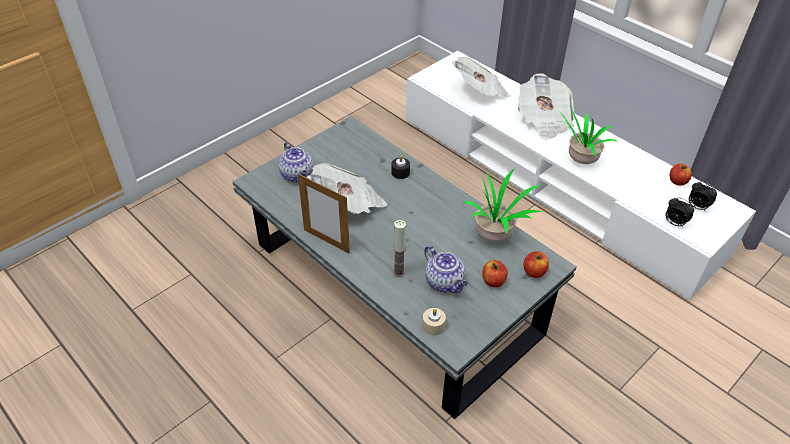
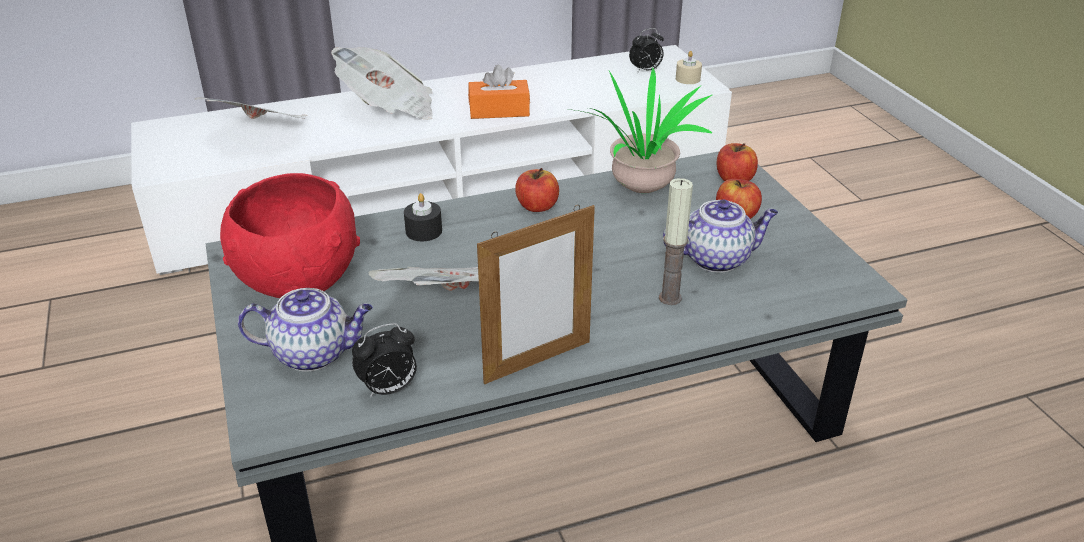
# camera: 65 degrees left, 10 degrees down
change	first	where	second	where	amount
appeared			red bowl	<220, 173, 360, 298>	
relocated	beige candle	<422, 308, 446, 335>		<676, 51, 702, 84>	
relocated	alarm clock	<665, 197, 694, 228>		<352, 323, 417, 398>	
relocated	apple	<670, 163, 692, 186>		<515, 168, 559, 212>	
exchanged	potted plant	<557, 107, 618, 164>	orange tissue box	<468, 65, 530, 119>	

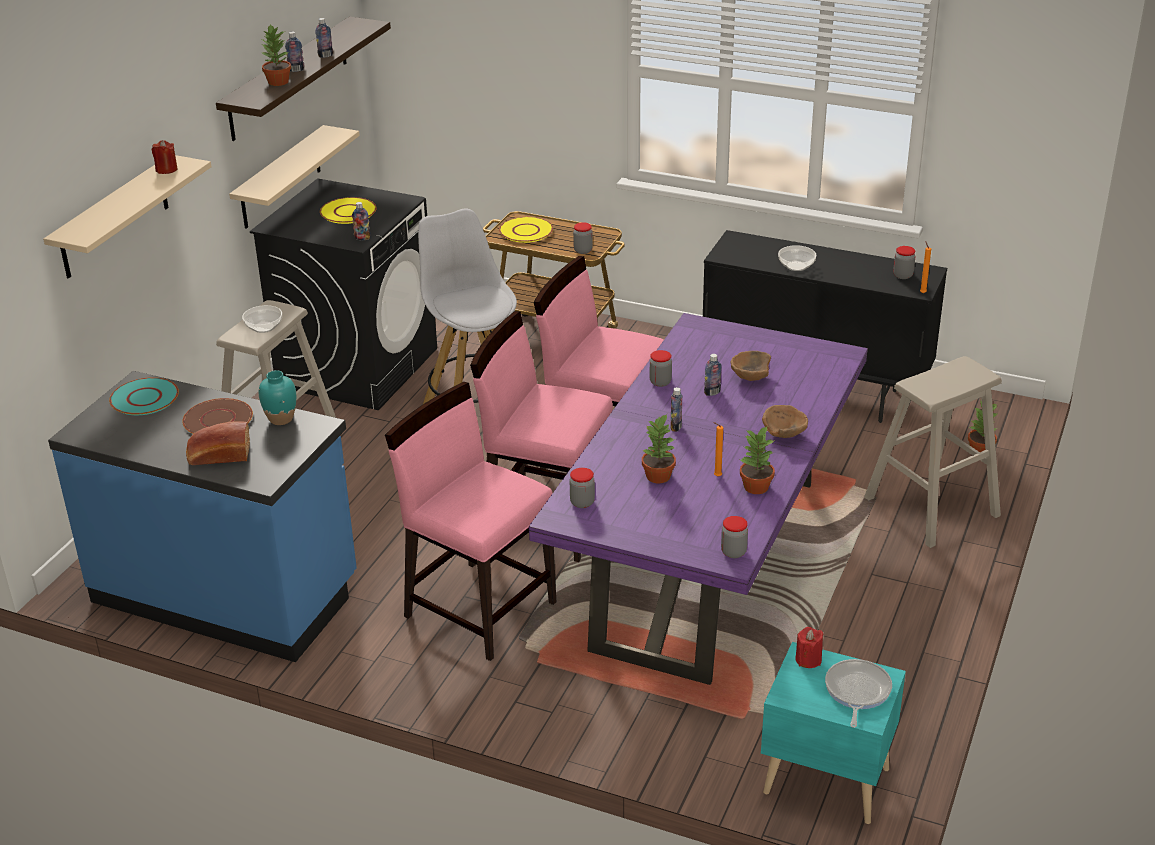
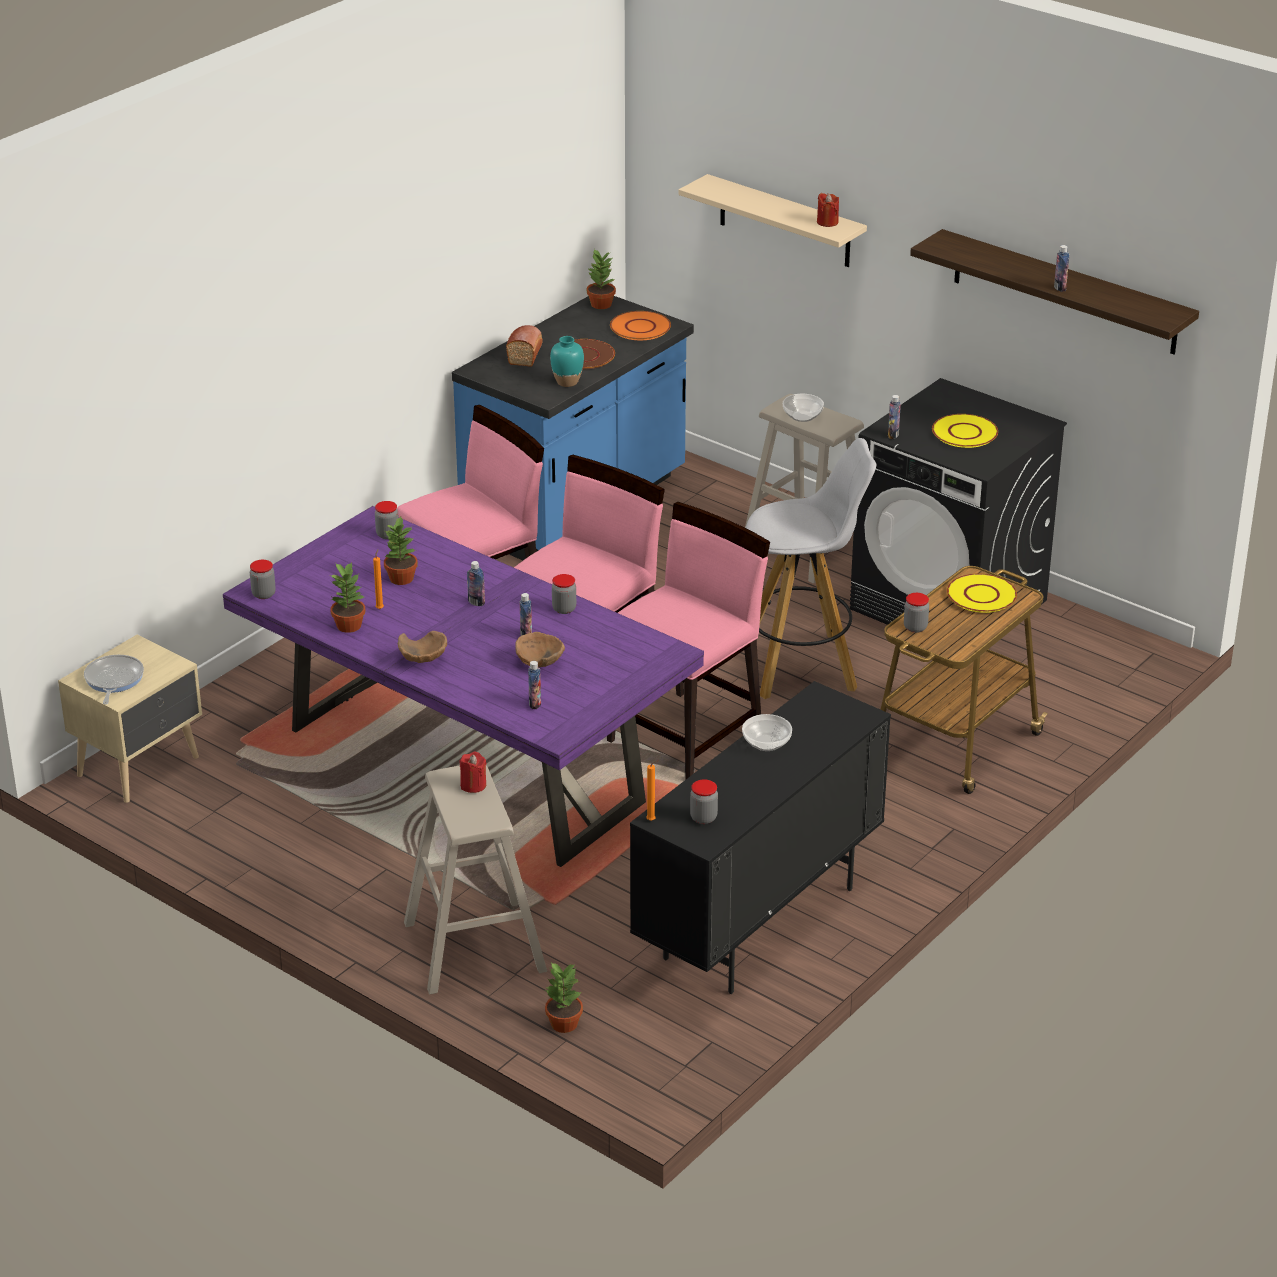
# camera: 105 degrees right, 0 degrees up
change	first	where	second	where	amount
missing	beige shelf	<229, 125, 360, 229>			
relocated	potted plant	<260, 24, 291, 86>		<587, 249, 616, 309>	
relocated	bottle	<285, 32, 304, 72>		<528, 661, 541, 709>	
relocated	red candle	<795, 627, 823, 668>		<459, 752, 487, 793>	
colour	turquoise plate	<109, 377, 179, 415>	orange plate	<610, 311, 671, 340>	
colour	turquoise nightstand	<761, 642, 906, 824>	beige nightstand	<58, 634, 202, 803>	
spun	frying pan	<825, 659, 892, 728>		<84, 655, 144, 705>	120 degrees counterclockwise

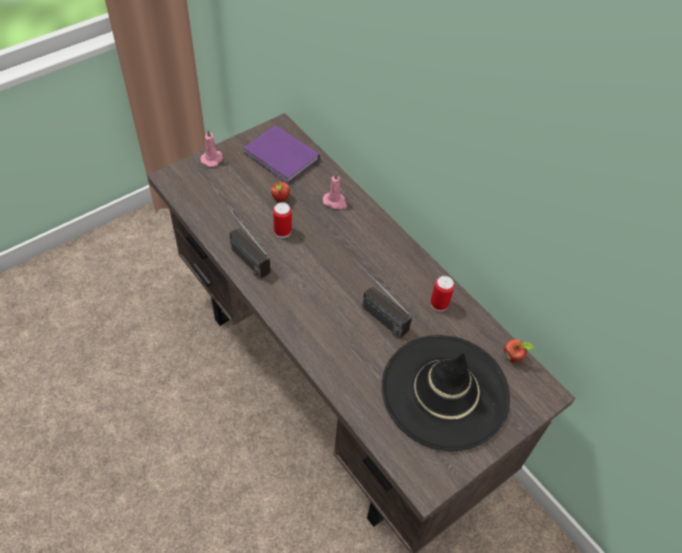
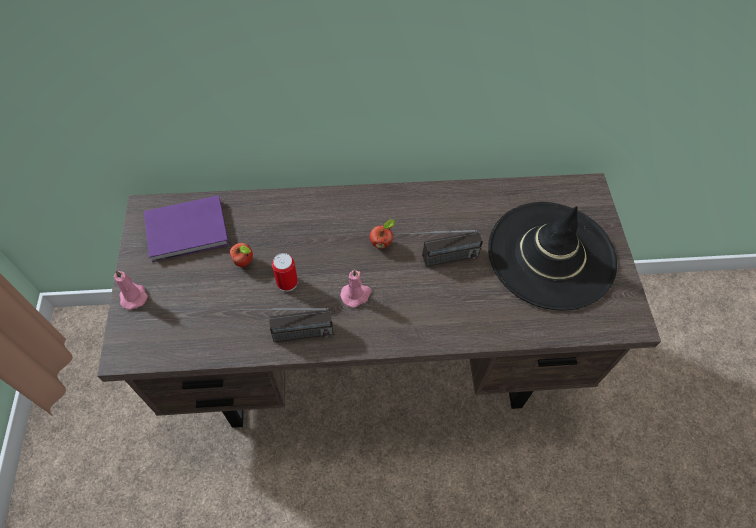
# camera: 55 degrees left, 5 degrees up
change	first	where	second	where	amount
missing	can	<430, 276, 455, 311>			
relocated	pink candle	<323, 172, 347, 209>		<340, 269, 372, 307>	
relocated	apple	<504, 339, 534, 363>		<370, 219, 395, 249>	

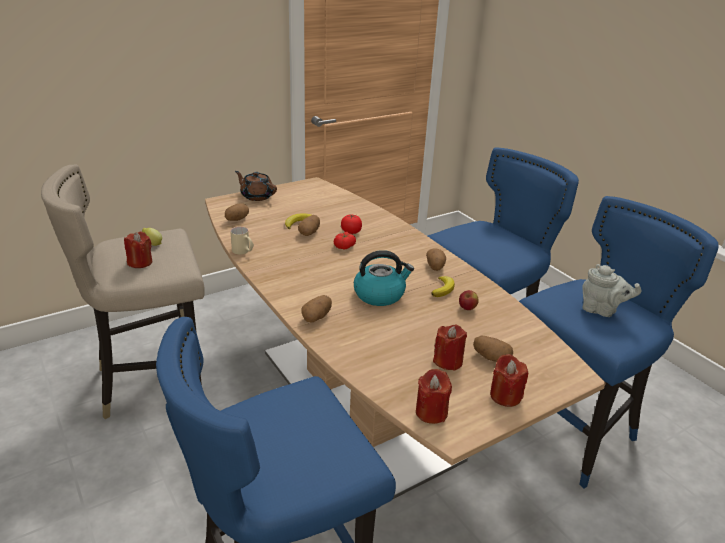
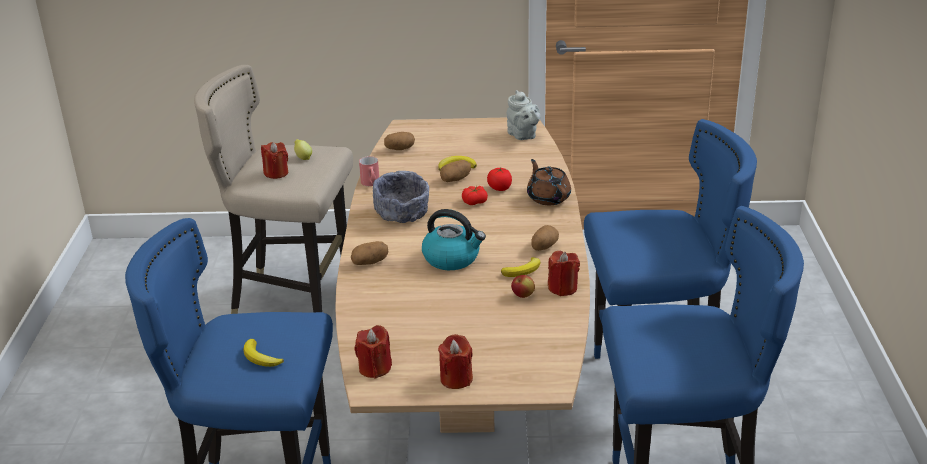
# camera: 35 degrees right, 0 degrees up
change	first	where	second	where	amount
missing	potato	<473, 335, 513, 362>			
appeared			banana	<243, 339, 284, 367>	
appeared			grey bowl	<373, 171, 429, 223>	
relocated	brown teapot	<235, 171, 277, 201>		<527, 159, 571, 205>	
relocated	red candle	<433, 325, 467, 371>		<548, 251, 580, 296>	
relocated	grey teapot	<582, 264, 642, 317>		<507, 90, 541, 140>	
colour	beige mug	<230, 227, 254, 254>	red mug	<359, 156, 379, 186>	

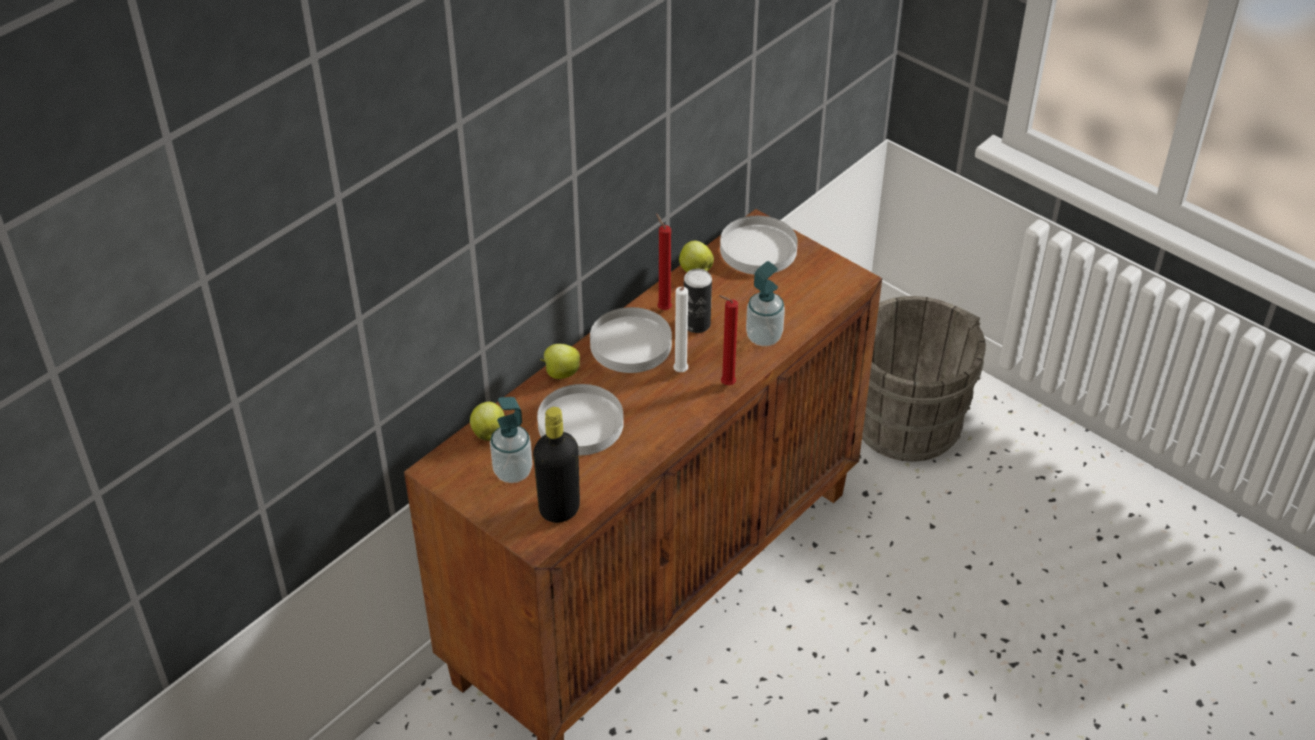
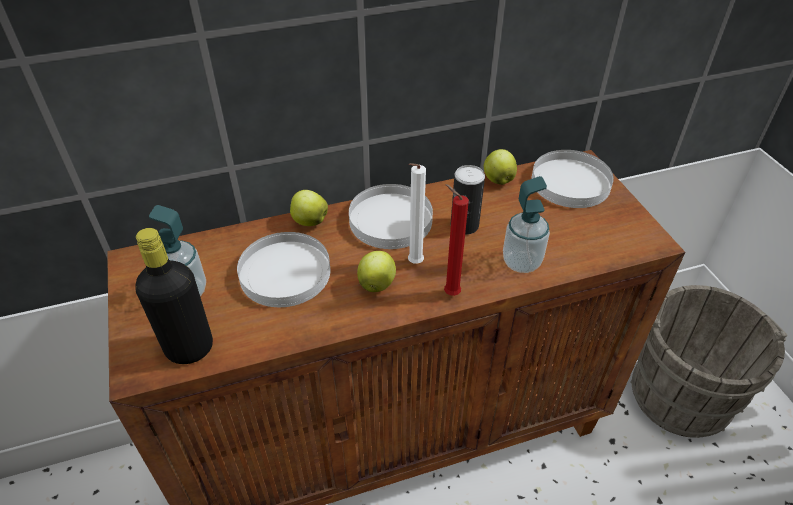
# camera: 30 degrees right, 0 degrees up
change	first	where	second	where	amount
missing	red candle	<656, 213, 672, 310>			
relocated	apple	<470, 402, 505, 441>		<357, 251, 396, 292>	

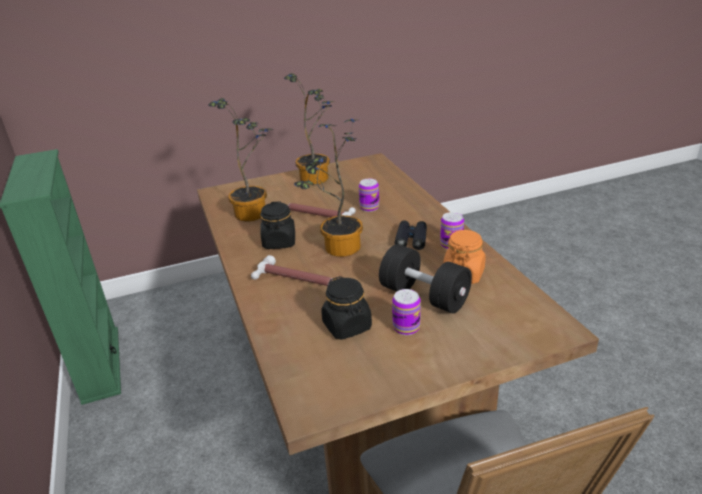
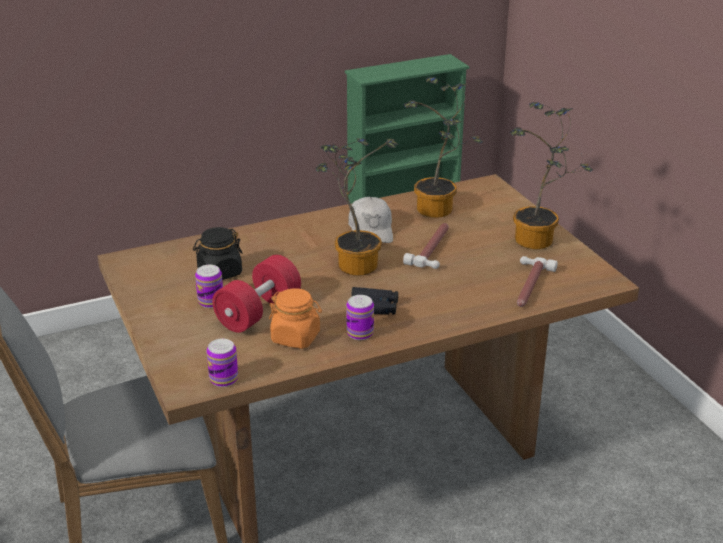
# camera: 85 degrees right, 0 degrees up
change	first	where	second	where	amount
relocated	hammer	<251, 255, 332, 286>		<517, 256, 558, 307>	
relocated	can	<359, 179, 379, 212>		<207, 339, 238, 387>	
exchanged	black jar	<260, 201, 295, 249>	white cap	<348, 197, 393, 243>	
colour	black dumbbell	<379, 244, 472, 313>	red dumbbell	<212, 255, 301, 333>	

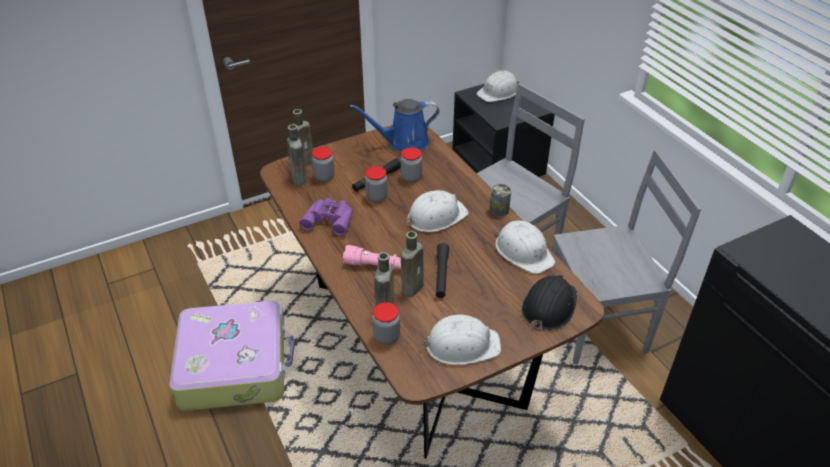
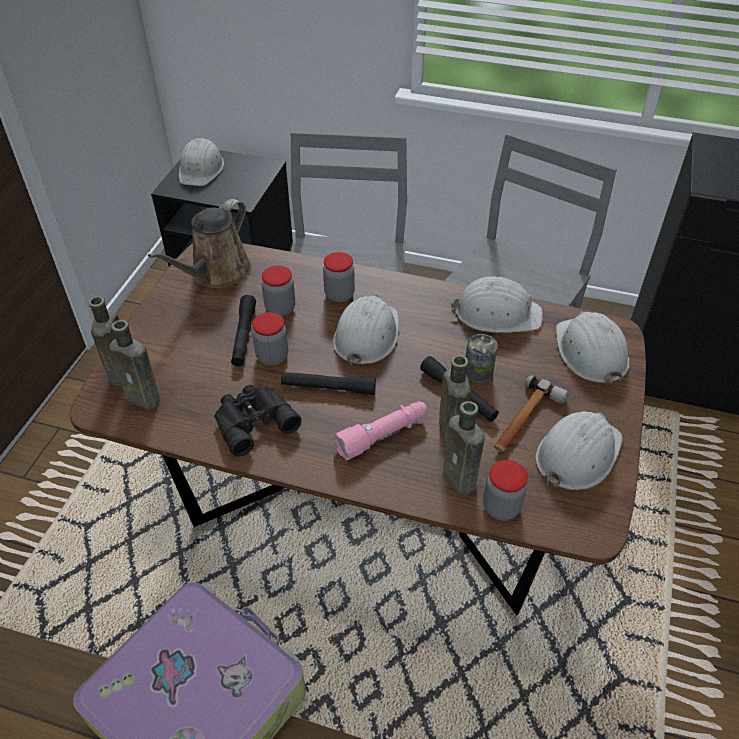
# camera: 45 degrees left, 5 degrees up
change	first	where	second	where	amount
appeared			black flashlight	<281, 372, 376, 395>	
appeared			hammer	<494, 375, 569, 452>	
relocated	jar	<312, 147, 335, 182>		<323, 252, 355, 302>	
relocated	can	<490, 184, 511, 217>		<466, 334, 498, 383>	
colour	purple binoculars	<299, 198, 353, 236>	black binoculars	<214, 385, 302, 457>	
colour	blue watering can	<350, 99, 439, 151>	brown watering can	<148, 199, 251, 288>	
colour	black hard hat	<521, 275, 577, 330>	white hard hat	<556, 311, 630, 386>	

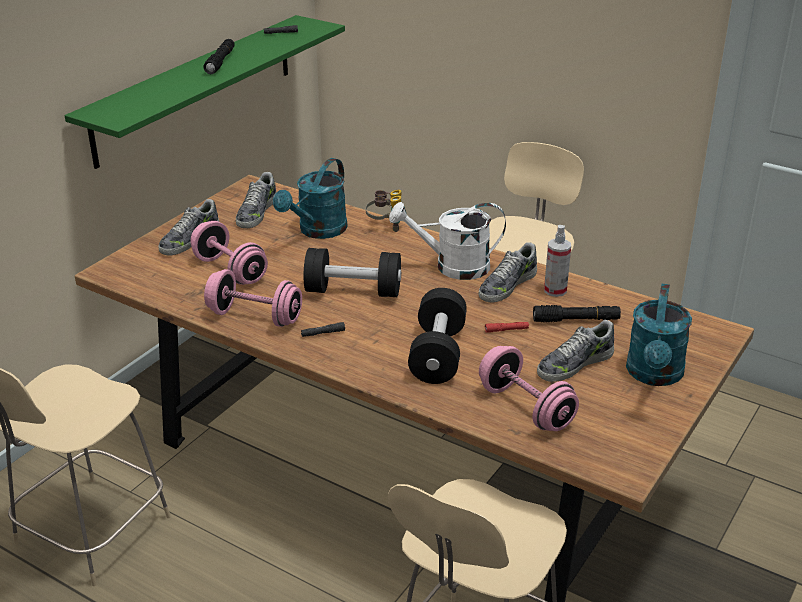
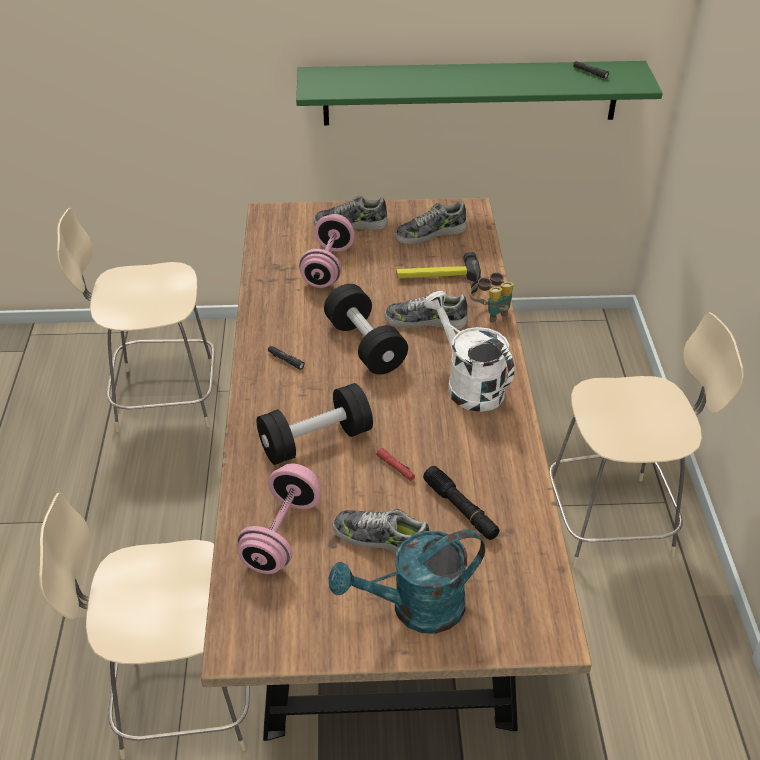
# camera: 55 degrees right, 10 degrees up
change	first	where	second	where	amount
missing	black flashlight	<204, 39, 234, 74>			
missing	pink dumbbell	<204, 269, 302, 327>			
missing	spray bottle	<544, 225, 571, 297>			
relocated	shoe	<479, 242, 537, 303>		<385, 290, 468, 329>	
exchanged	turquoise watering can	<273, 158, 348, 239>	hammer	<396, 252, 481, 294>	

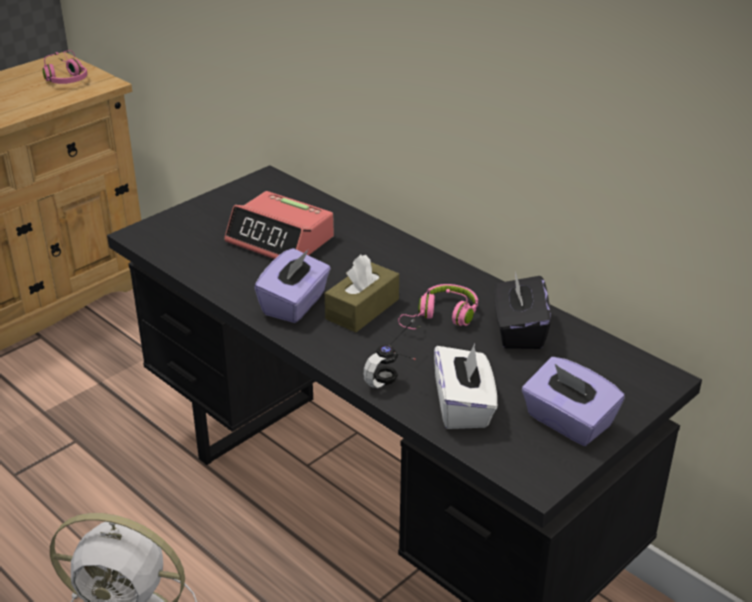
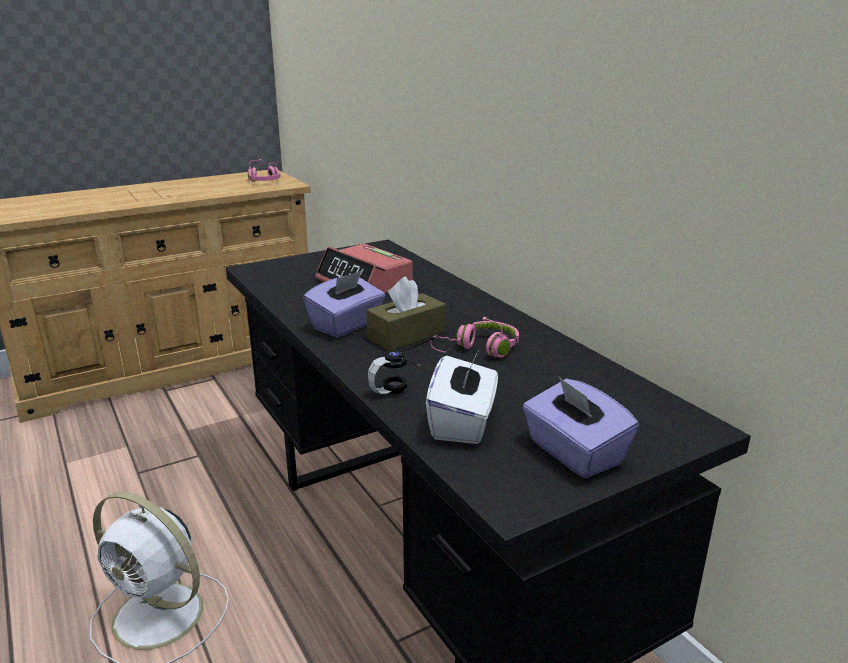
# camera: 15 degrees right, 10 degrees down
change	first	where	second	where	amount
missing	black tissue box	<494, 271, 551, 349>			

